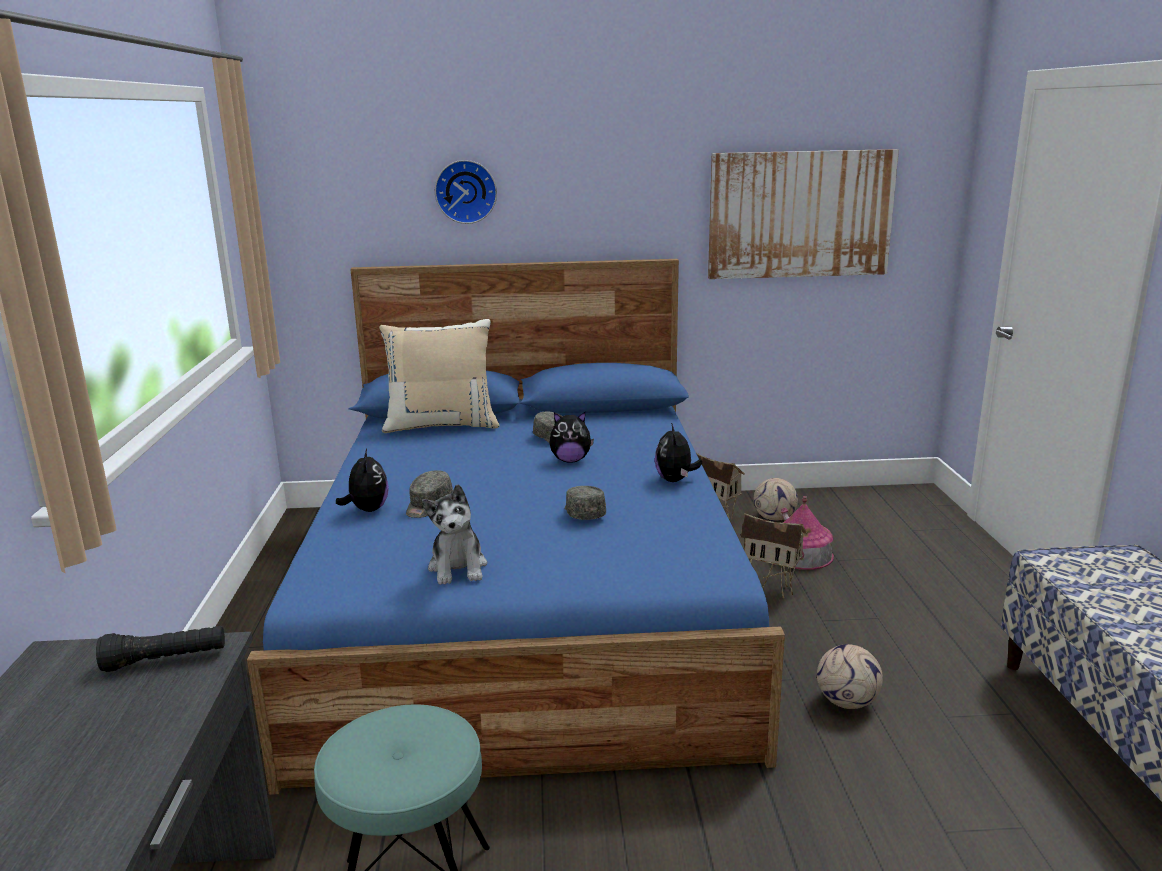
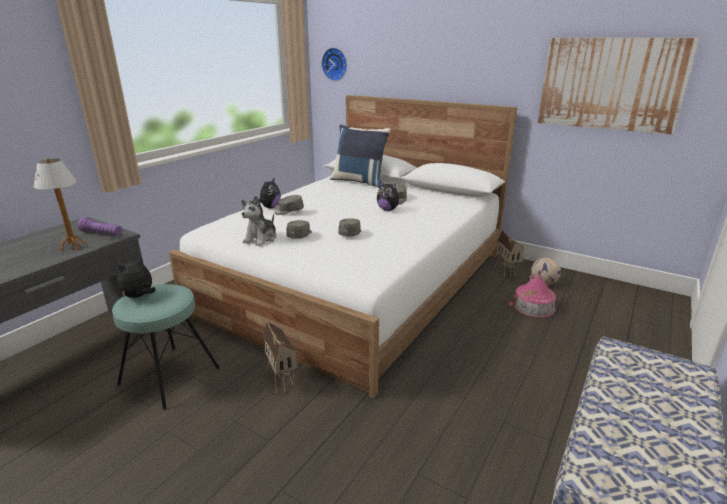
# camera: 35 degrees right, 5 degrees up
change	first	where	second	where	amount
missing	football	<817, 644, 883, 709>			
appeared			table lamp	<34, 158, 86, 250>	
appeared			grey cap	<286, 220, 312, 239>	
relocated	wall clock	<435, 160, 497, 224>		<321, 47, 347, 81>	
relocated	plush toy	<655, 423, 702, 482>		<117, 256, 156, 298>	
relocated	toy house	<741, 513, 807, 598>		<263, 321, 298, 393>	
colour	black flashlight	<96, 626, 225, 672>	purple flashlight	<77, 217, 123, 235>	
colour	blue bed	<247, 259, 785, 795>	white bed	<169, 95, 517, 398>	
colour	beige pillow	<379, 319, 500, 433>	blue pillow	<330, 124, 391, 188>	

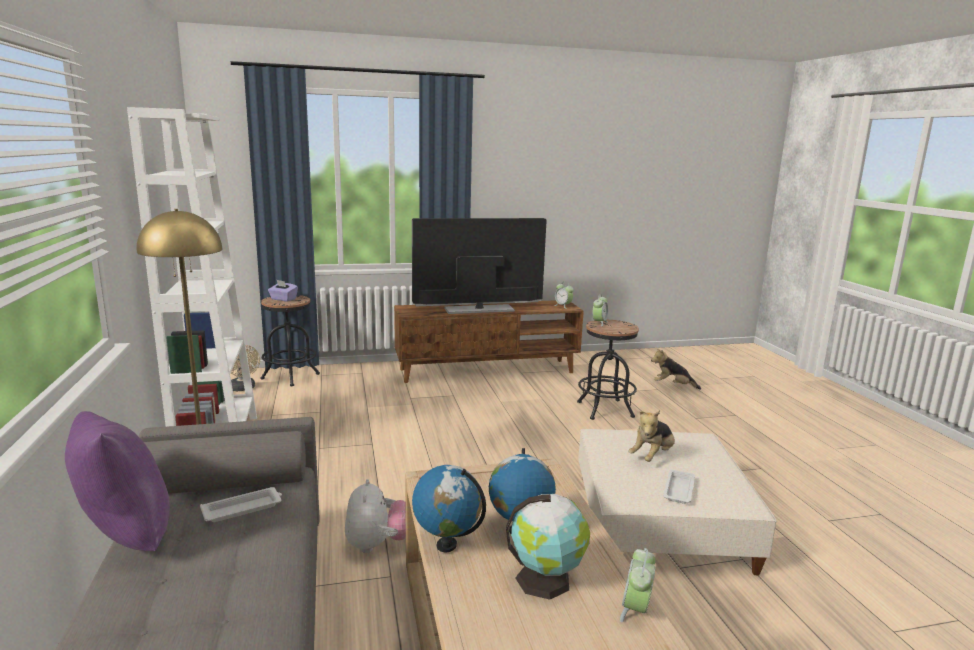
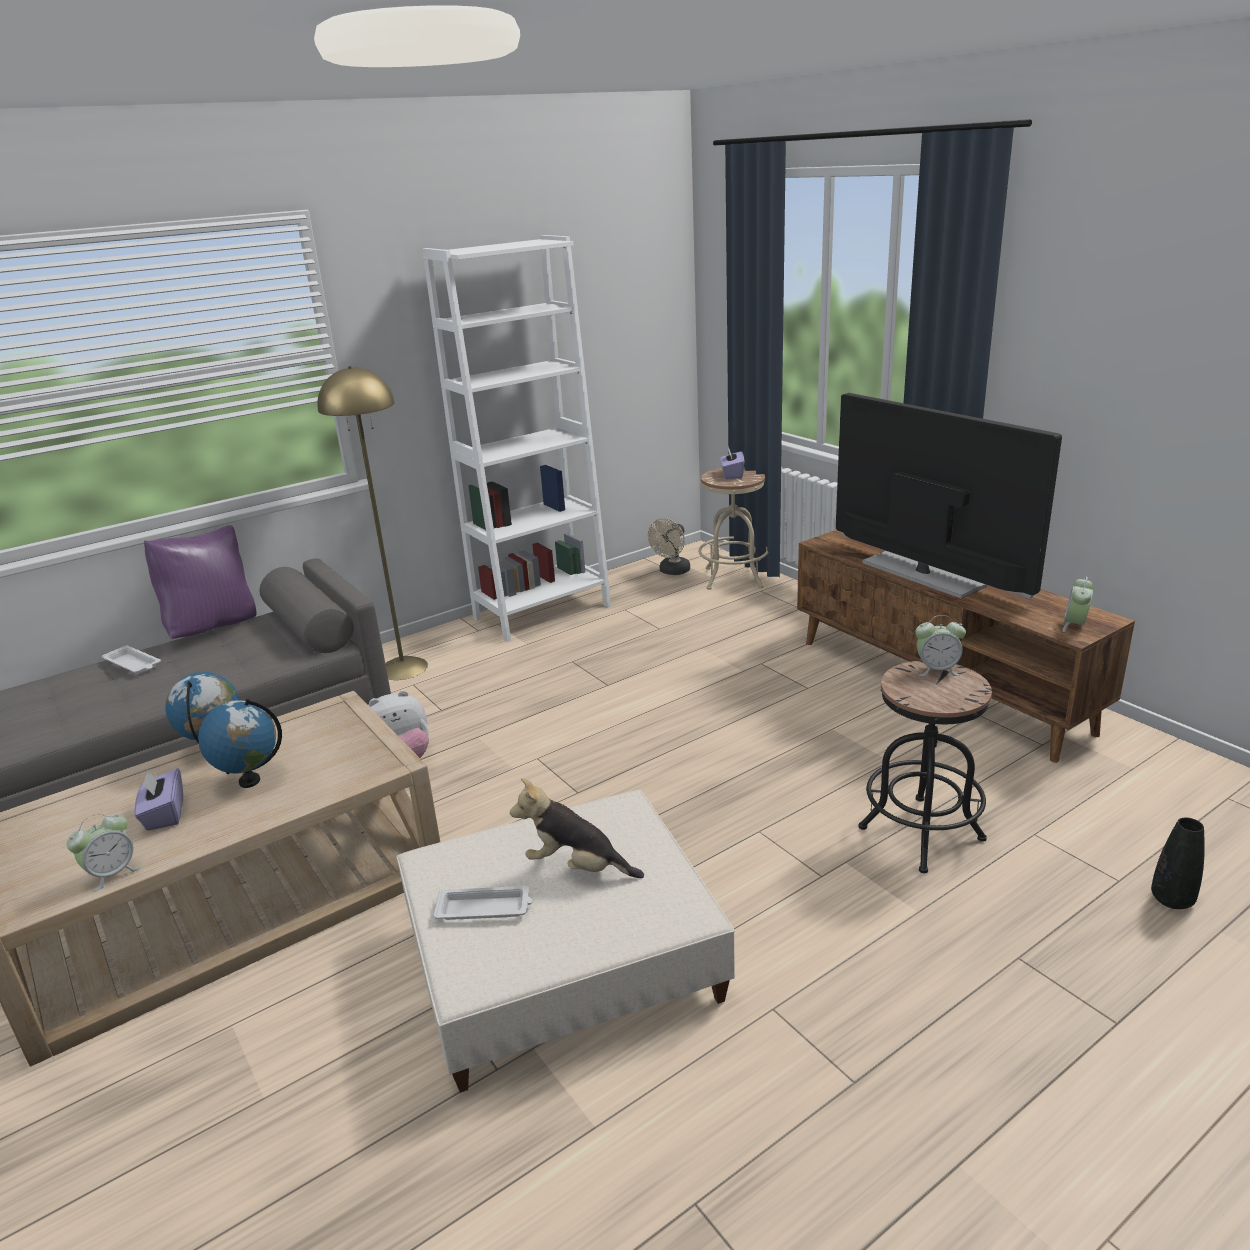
# camera: 70 degrees right, 10 degrees up
change	first	where	second	where	amount
relocated	white tray	<200, 487, 282, 522>		<102, 645, 161, 674>	
exchanged	globe	<506, 494, 590, 600>	purple tissue box	<134, 768, 183, 831>	
exchanged	plush toy	<651, 348, 701, 390>	black vase	<1151, 817, 1205, 909>	
colour	black stool	<261, 295, 320, 386>	beige stool	<698, 467, 768, 590>	
spun	alarm clock	<620, 548, 656, 623>		<67, 813, 142, 892>	135 degrees clockwise

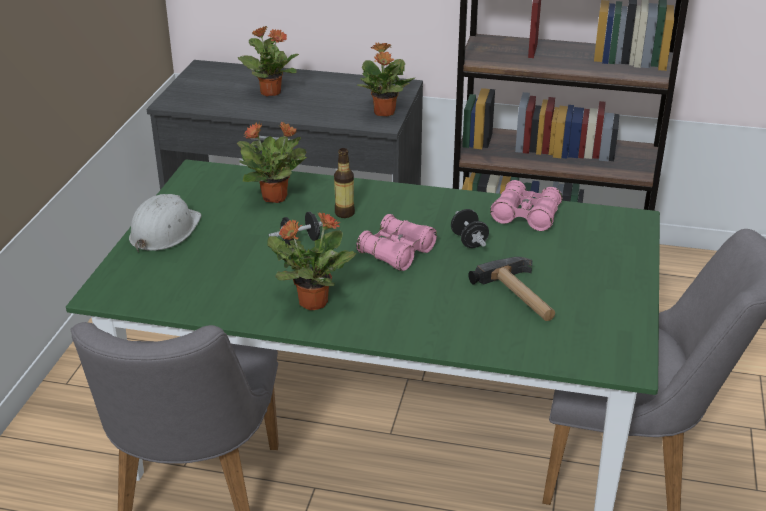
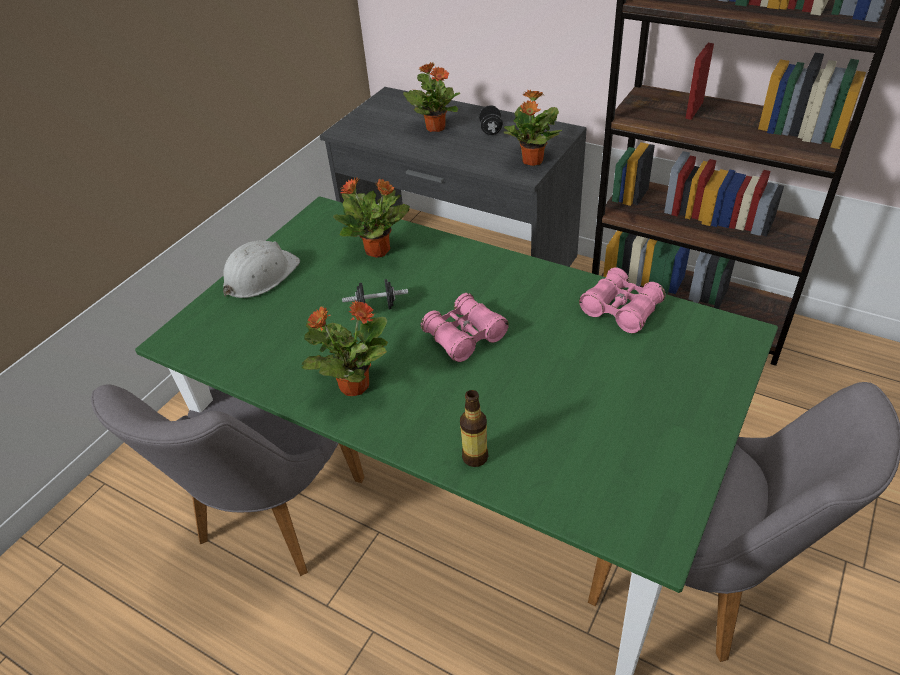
# camera: 20 degrees right, 10 degrees up
change	first	where	second	where	amount
missing	hammer	<469, 257, 555, 321>			
relocated	bottle	<334, 148, 355, 218>		<460, 390, 488, 467>	
relocated	black dumbbell	<451, 209, 489, 248>		<479, 105, 503, 135>	

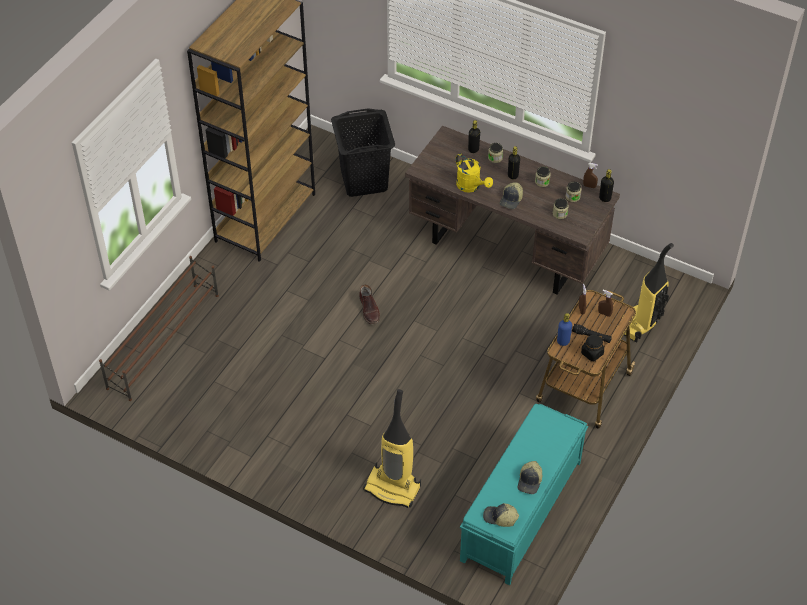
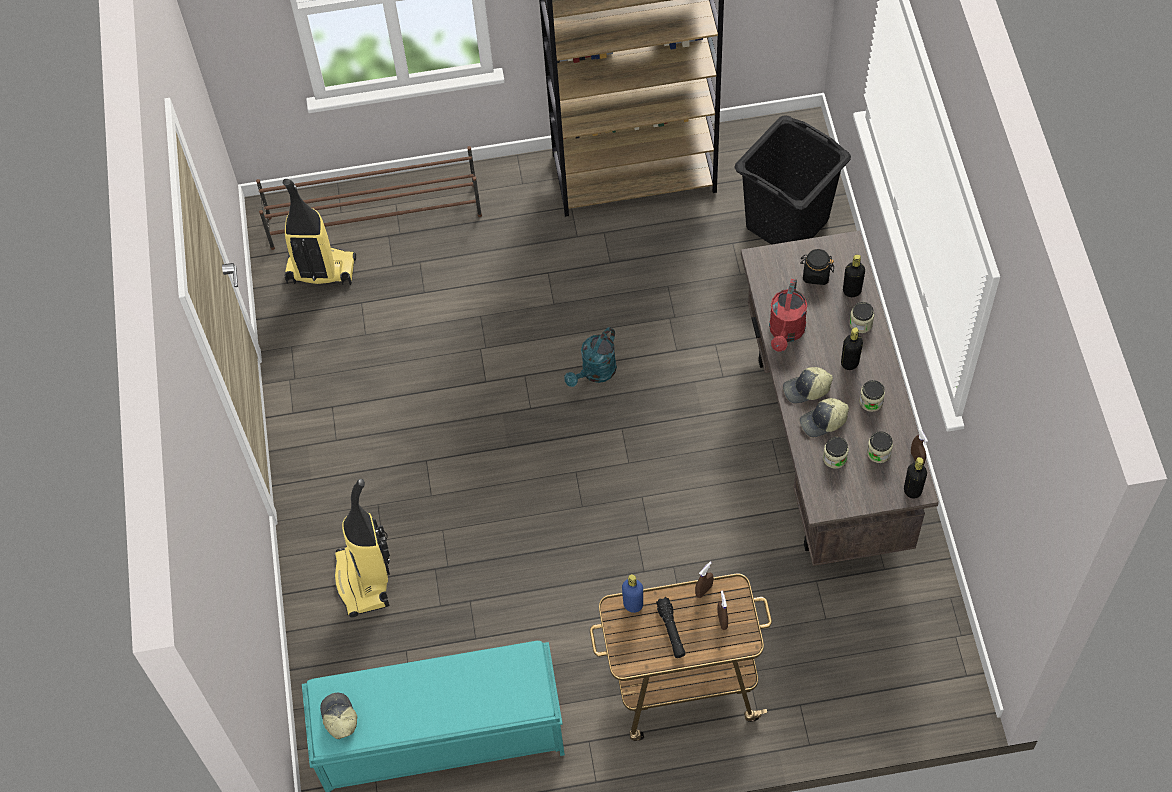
# camera: 55 degrees right, 10 degrees up
change	first	where	second	where	amount
relocated	cap	<518, 461, 542, 494>		<799, 398, 849, 437>	
relocated	black jar	<581, 334, 604, 361>		<800, 249, 834, 285>	
relocated	vacuum cleaner	<615, 243, 674, 342>		<283, 179, 356, 285>	
exchanged	brown boot	<359, 284, 380, 325>	turquoise watering can	<564, 327, 617, 387>	
colour	yellow watering can	<456, 153, 493, 193>	red watering can	<769, 279, 807, 352>	

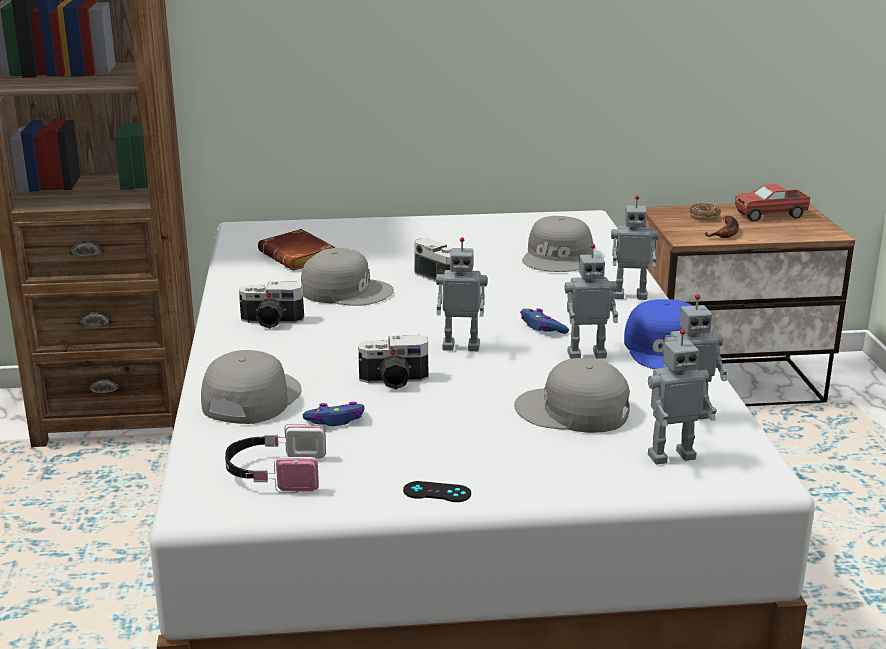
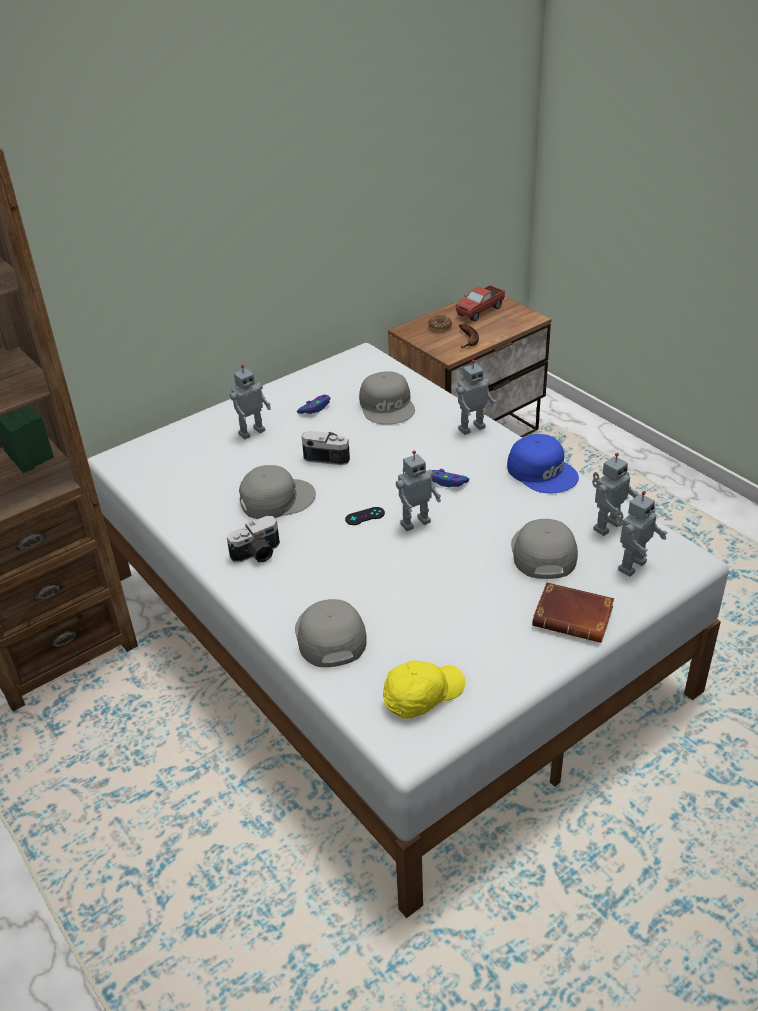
# camera: 30 degrees left, 15 degrees up
change	first	where	second	where	amount
missing	photo camera	<358, 335, 428, 389>			
relocated	brown book	<258, 229, 335, 270>		<532, 582, 614, 643>	
relocated	blue game controller	<303, 402, 365, 426>		<297, 394, 331, 414>	
relocated	black game controller	<403, 481, 471, 502>		<345, 507, 385, 525>	
relocated	toy robot	<564, 244, 618, 359>		<229, 365, 271, 439>	
exchanged	headphones	<225, 424, 326, 493>	yellow cap	<383, 660, 465, 719>	
spun	grey cap	<514, 358, 630, 433>		<511, 519, 578, 579>	105 degrees clockwise

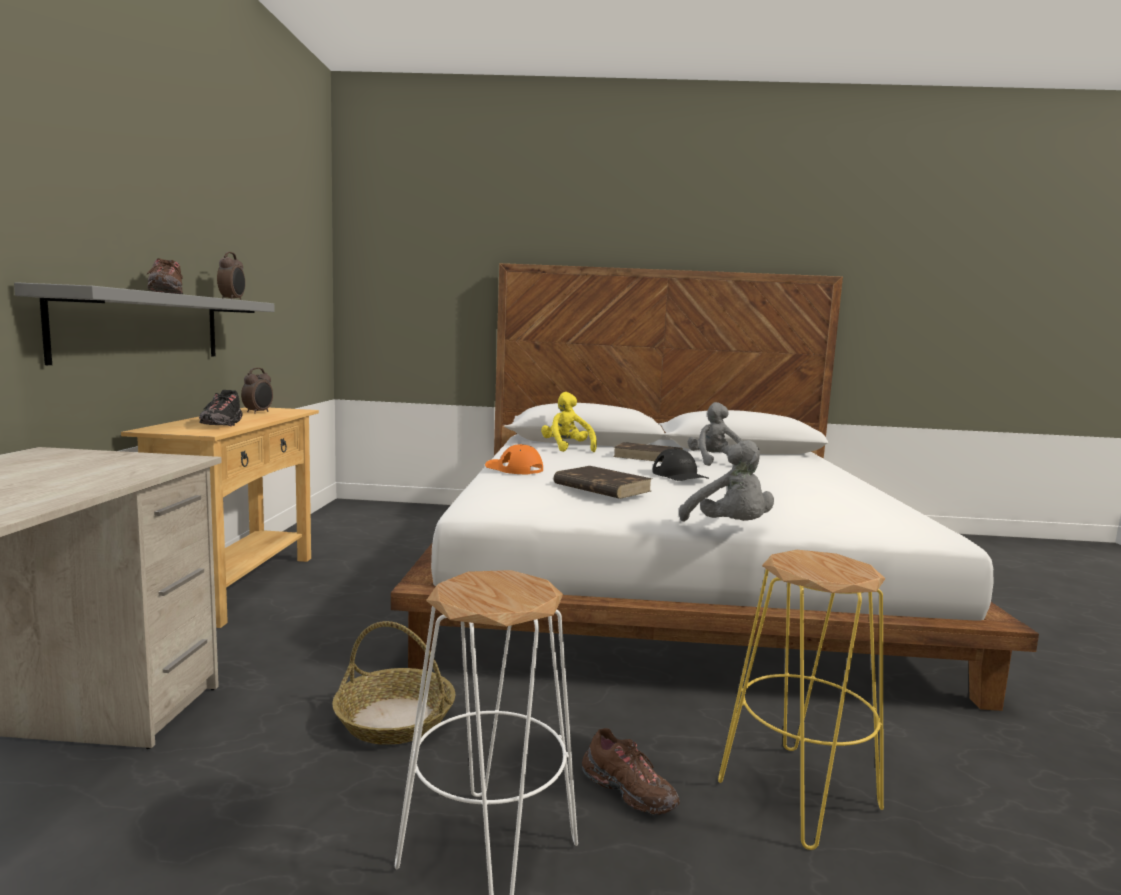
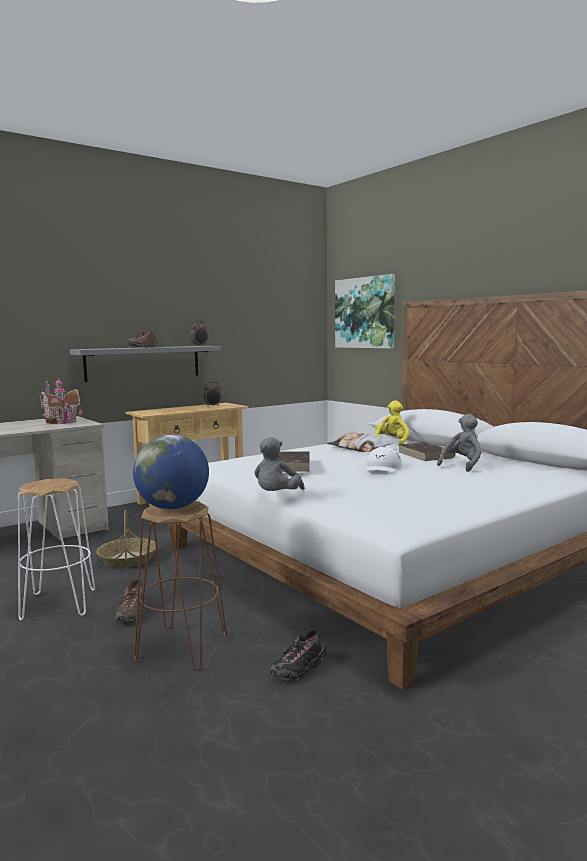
# camera: 50 degrees right, 0 degrees up
change	first	where	second	where	amount
missing	orange cap	<485, 444, 543, 474>			
appeared			toy house	<38, 378, 83, 424>	
appeared			globe	<133, 435, 209, 510>	
appeared			pillow	<327, 433, 392, 452>	
appeared			picture	<335, 274, 395, 348>	
relocated	black shoe	<199, 390, 242, 427>		<270, 629, 327, 681>	
colour	black cap	<652, 448, 709, 481>	white cap	<365, 447, 401, 472>	
colour	yellow stool	<718, 550, 885, 850>	brown stool	<134, 501, 227, 670>	

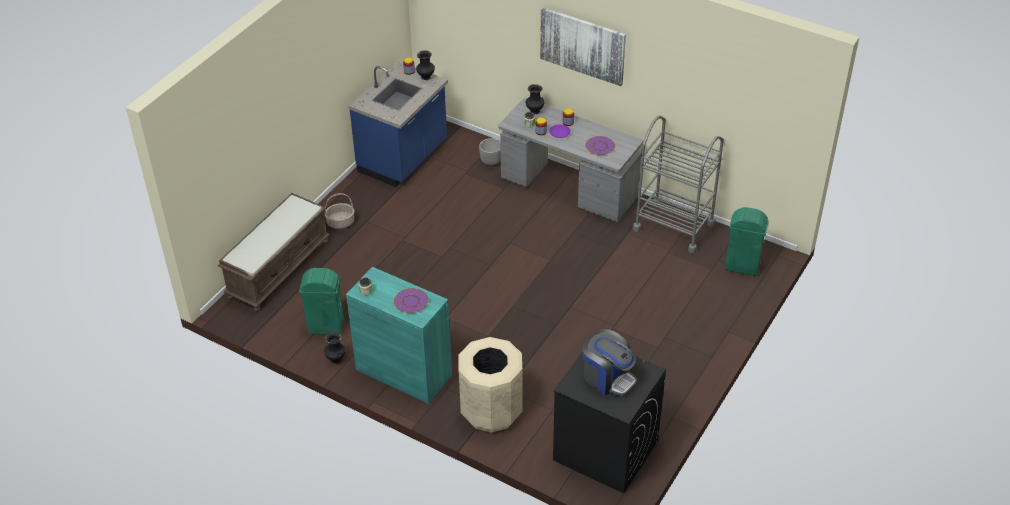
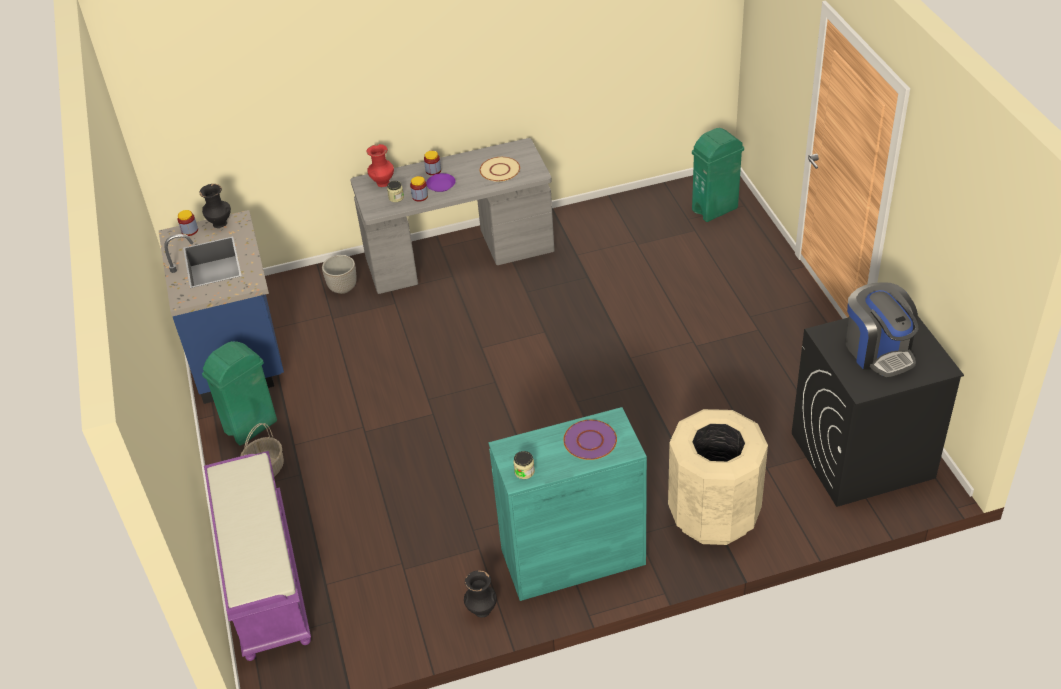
# camera: 45 degrees left, 0 degrees up
change	first	where	second	where	amount
missing	picture	<540, 7, 626, 86>			
missing	grey cart	<633, 116, 724, 254>			
relocated	green trash can	<299, 268, 344, 335>		<202, 341, 277, 446>	
colour	brown bench	<218, 193, 330, 312>	purple bench	<204, 451, 311, 661>	
colour	black vase	<526, 84, 544, 114>	red vase	<367, 144, 394, 187>	
colour	purple plate	<585, 136, 615, 155>	beige plate	<480, 157, 520, 182>	
spun	coffee machine	<583, 329, 637, 396>		<846, 282, 919, 377>	75 degrees clockwise

